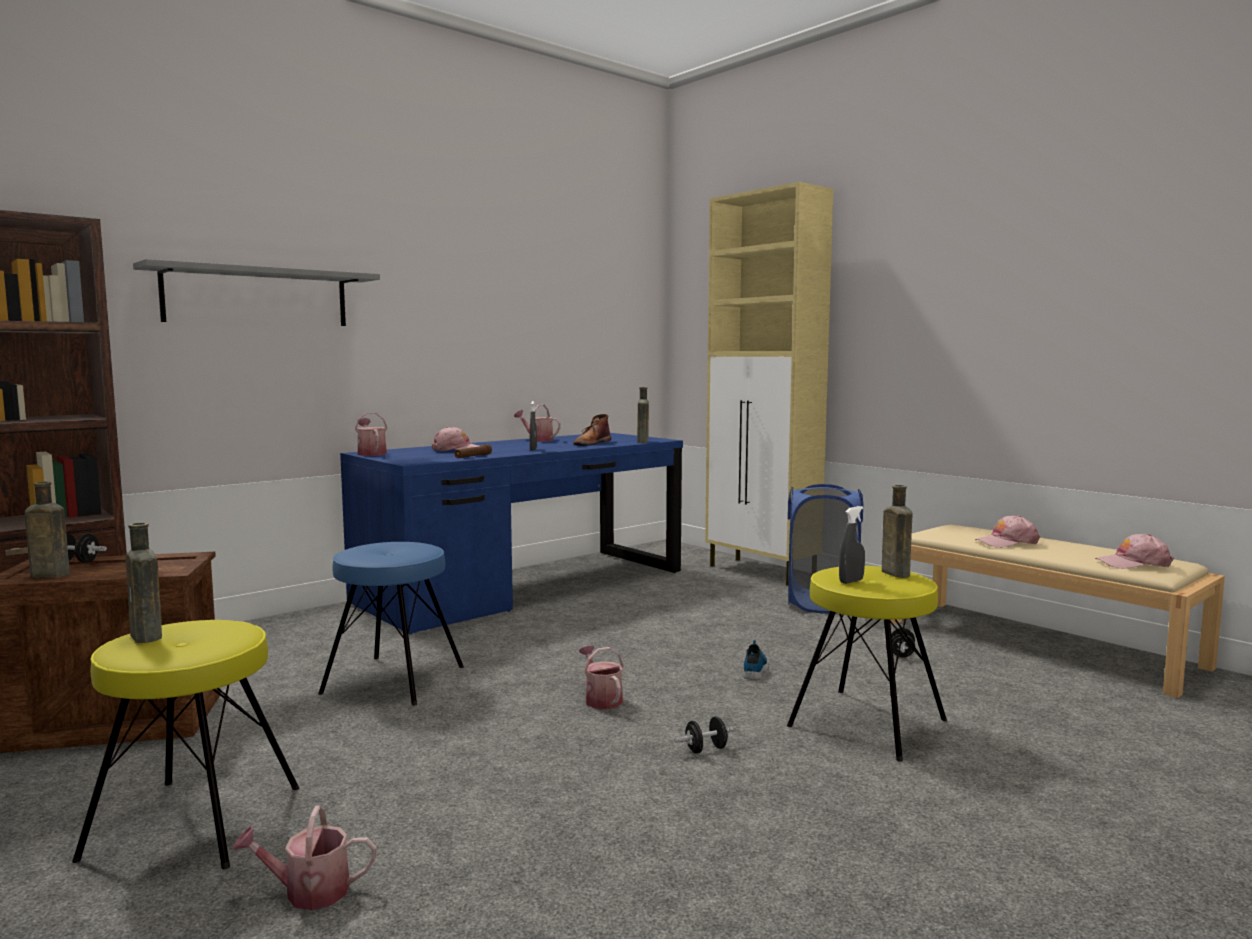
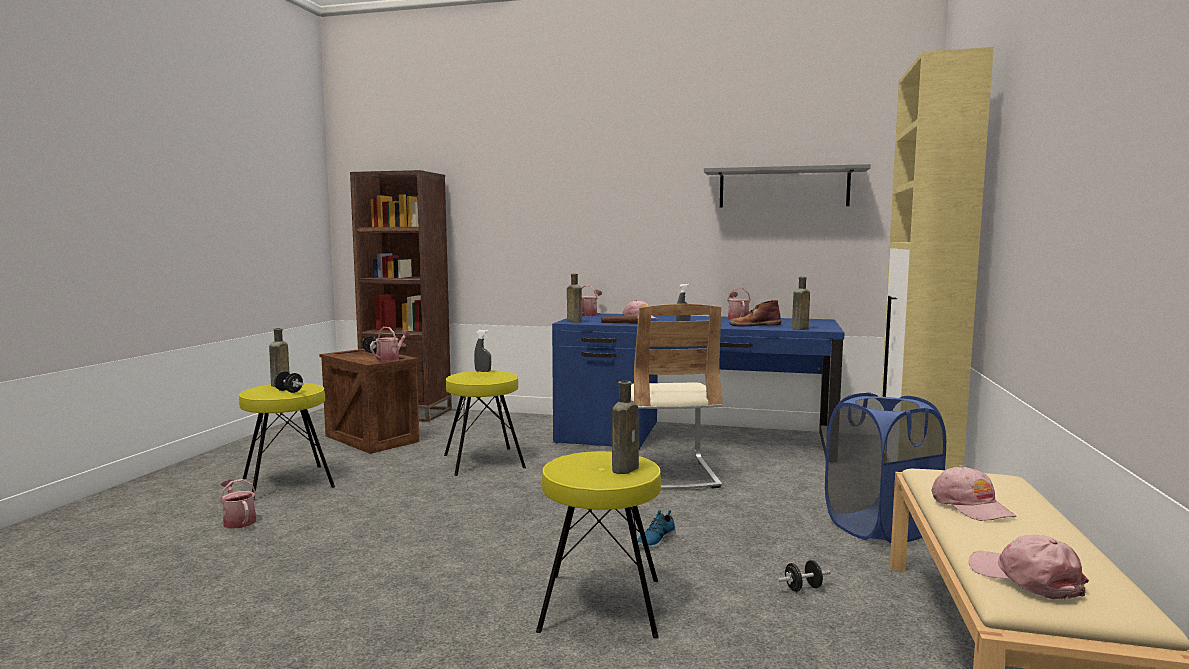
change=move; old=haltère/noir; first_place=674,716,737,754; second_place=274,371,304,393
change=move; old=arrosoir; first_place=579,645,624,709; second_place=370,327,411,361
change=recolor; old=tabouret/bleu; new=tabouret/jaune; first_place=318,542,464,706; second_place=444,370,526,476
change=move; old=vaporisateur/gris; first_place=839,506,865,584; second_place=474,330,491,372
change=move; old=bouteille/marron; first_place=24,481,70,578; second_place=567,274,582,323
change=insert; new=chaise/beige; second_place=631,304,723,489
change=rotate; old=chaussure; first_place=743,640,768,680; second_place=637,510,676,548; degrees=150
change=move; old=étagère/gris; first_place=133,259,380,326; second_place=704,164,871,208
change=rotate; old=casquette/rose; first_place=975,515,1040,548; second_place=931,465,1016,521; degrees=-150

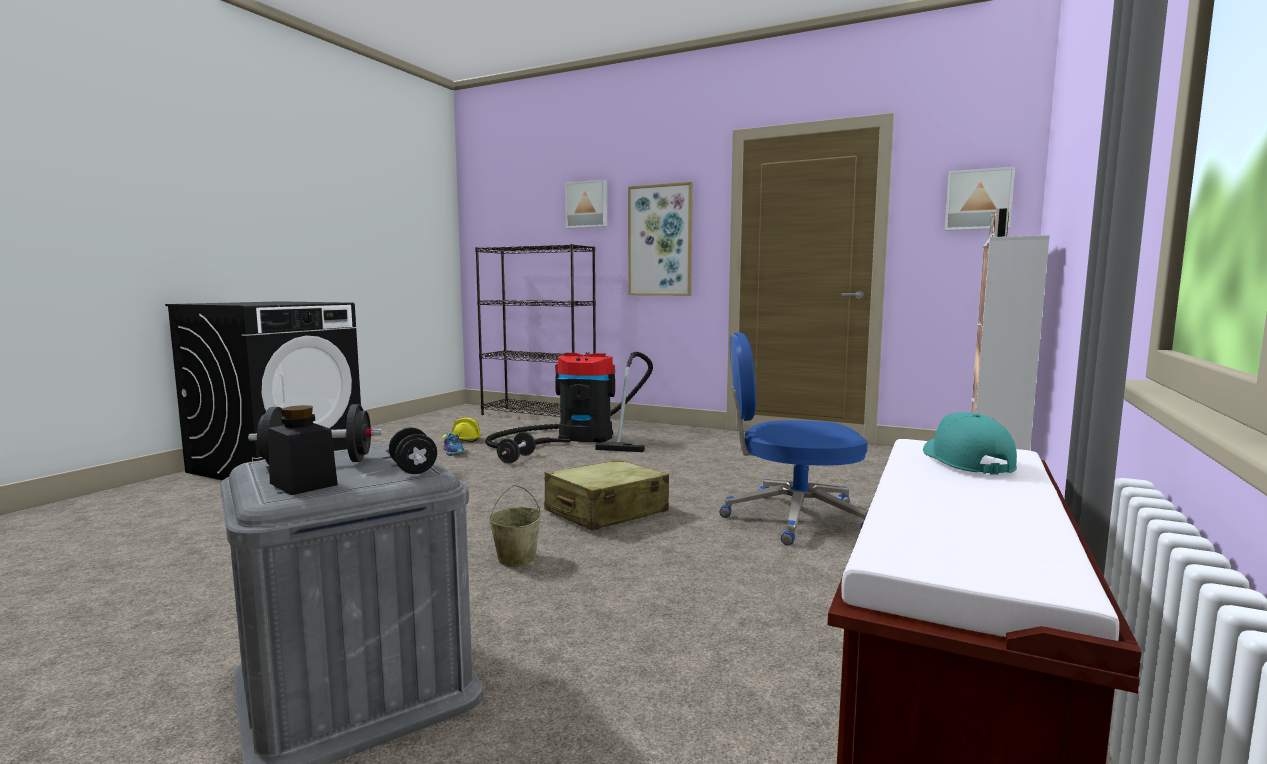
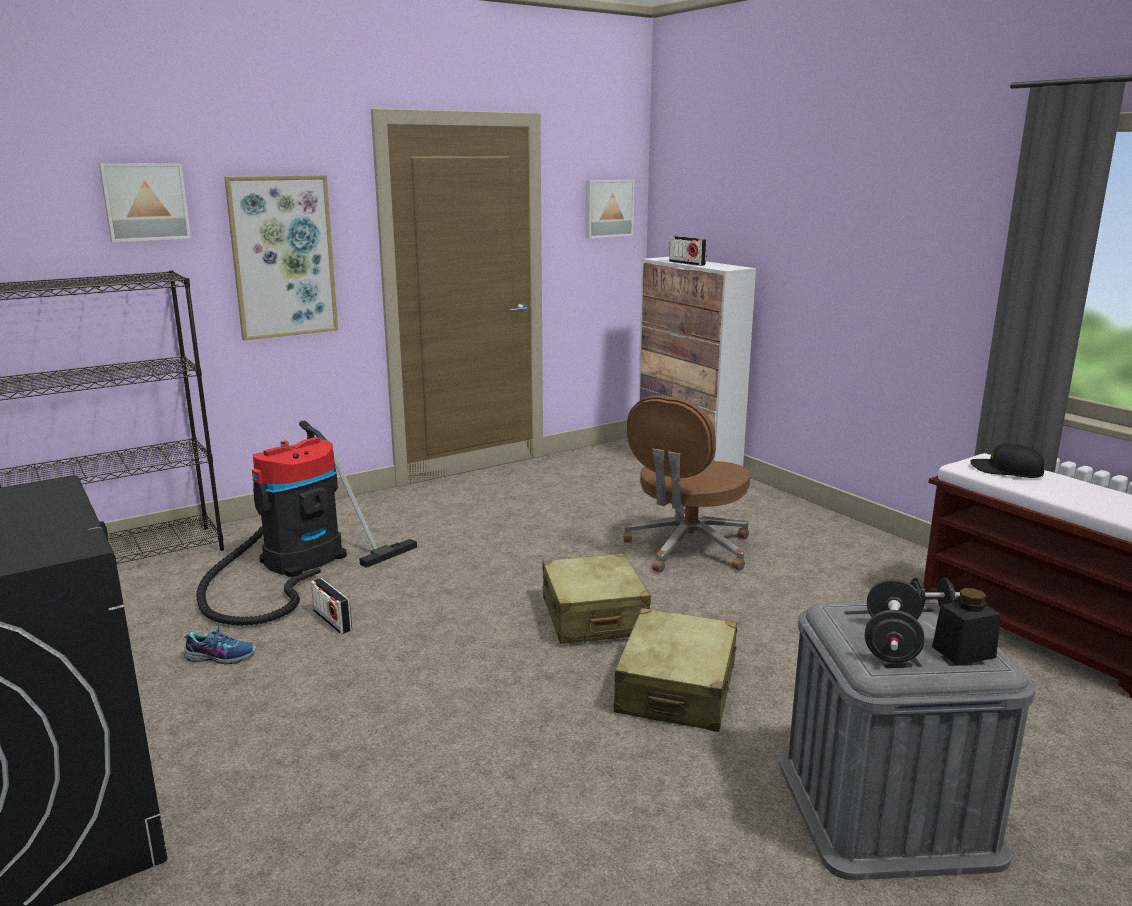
change=replace; old=haltère/noir; new=radio; first_place=497,432,536,464; second_place=311,578,352,634
change=replace; old=seau/beige; new=valise/beige; first_place=489,485,542,567; second_place=614,608,737,732
change=recolor; old=chaise de bureau/bleu; new=chaise de bureau/marron; first_place=719,332,868,545; second_place=624,395,750,573
change=recolor; old=casquette/turquoise; new=casquette/noir; first_place=923,412,1017,475; second_place=970,443,1044,478
change=delete; old=casque de chantier/jaune; first_place=442,418,482,442

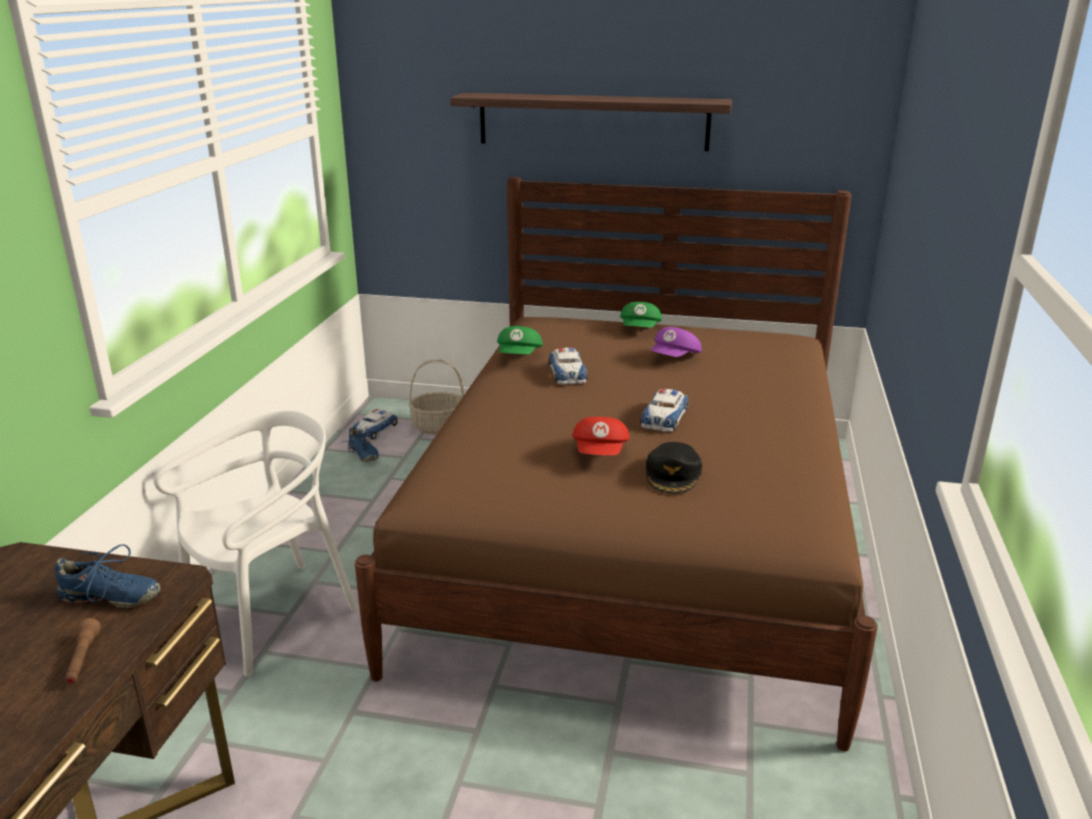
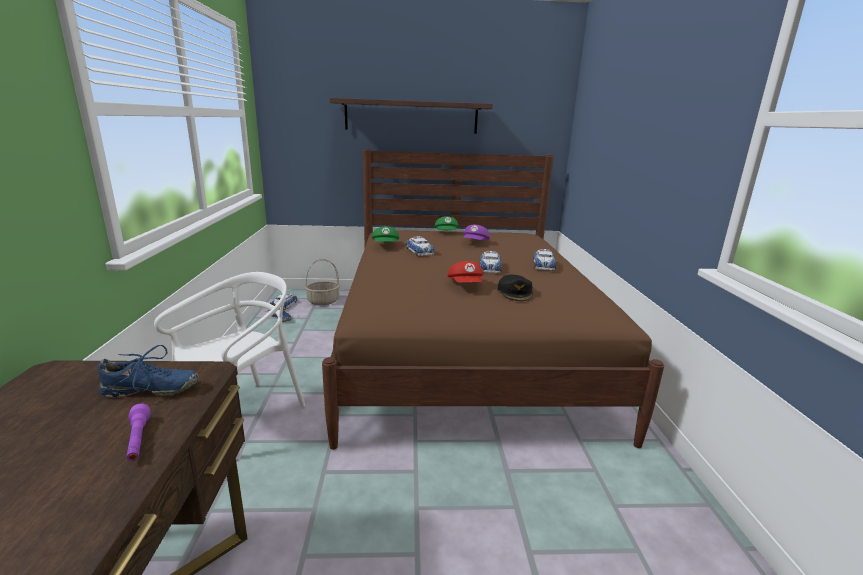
change=recolor; old=lampe de poche/marron; new=lampe de poche/violet; first_place=64,618,101,685; second_place=126,404,150,461
change=insert; new=petite voiture; second_place=533,249,556,271

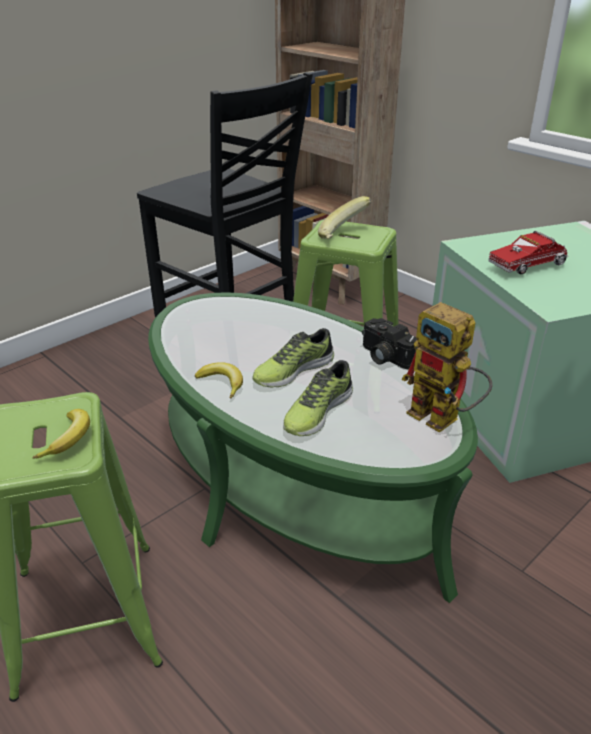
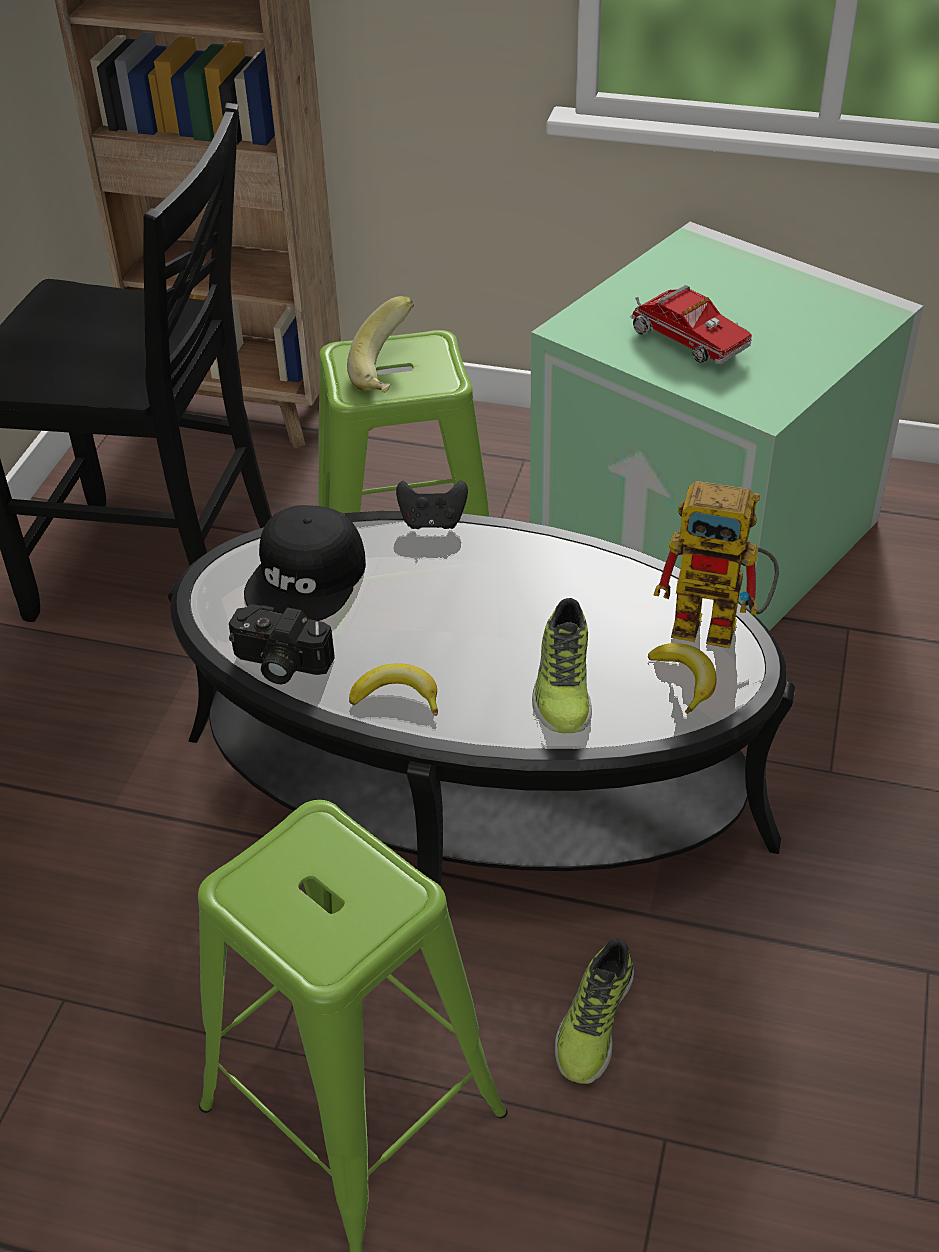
change=recolor; old=table basse/vert; new=table basse/noir; first_place=148,293,478,603; second_place=168,511,795,887
change=move; old=appareil photo; first_place=362,318,417,369; second_place=229,604,335,684
change=insert; new=casquette/noir; second_place=244,505,366,621
change=insert; new=manette/noir; second_place=396,480,468,529
change=move; old=chaussure; first_place=253,328,334,388; second_place=555,939,634,1084
change=rotate; old=camion jouet; first_place=488,231,568,275; second_place=630,285,752,364; degrees=-75
change=move; old=banane; first_place=33,409,90,459; second_place=648,643,717,714

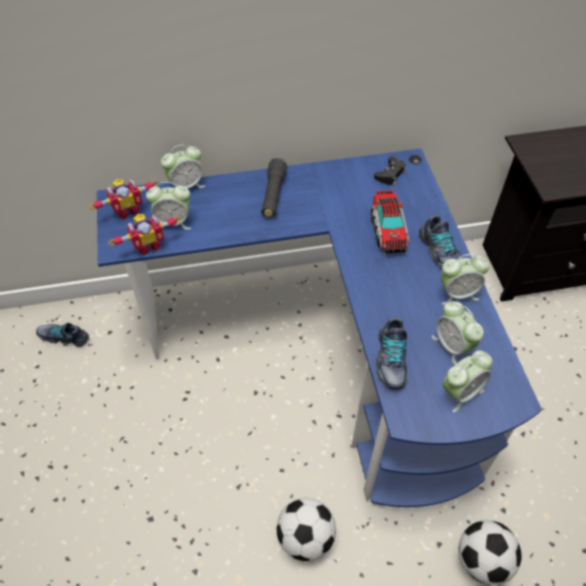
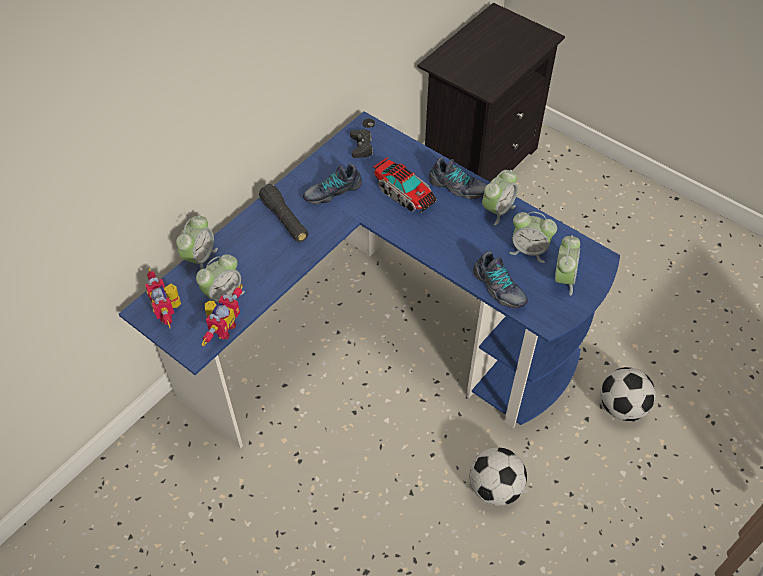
change=rotate; old=robot jouet; first_place=89,179,158,219; second_place=145,268,181,328; degrees=135
change=move; old=chaussure; first_place=36,323,89,347; second_place=303,163,362,205

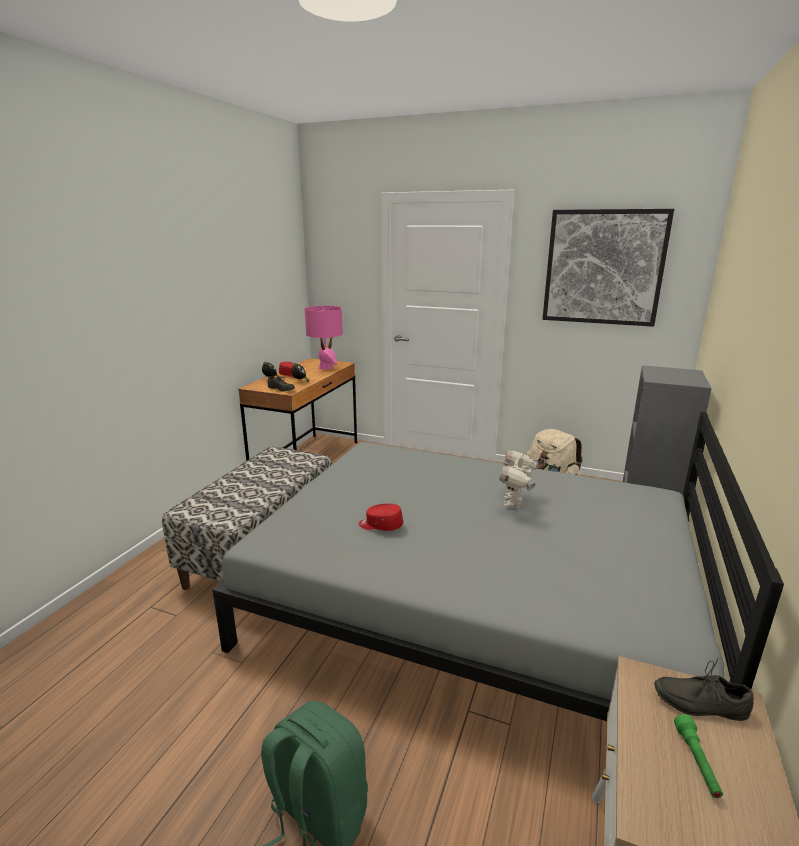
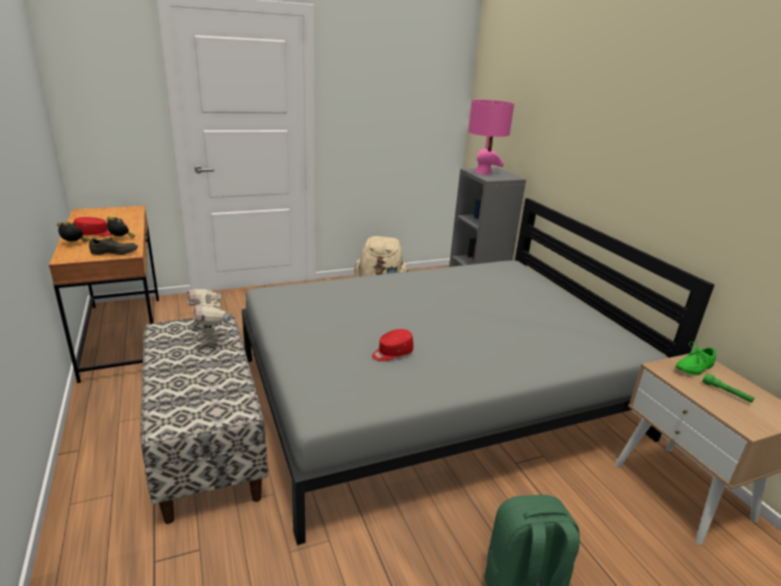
change=move; old=robot jouet; first_place=499,451,538,508; second_place=187,289,231,345
change=move; old=lampe de table/rose; first_place=305,306,343,370; second_place=468,100,514,174
change=recolor; old=chaussure/gris; new=chaussure/vert; first_place=654,658,754,721; second_place=675,338,716,376
change=delete; old=tableau; first_place=542,209,674,327

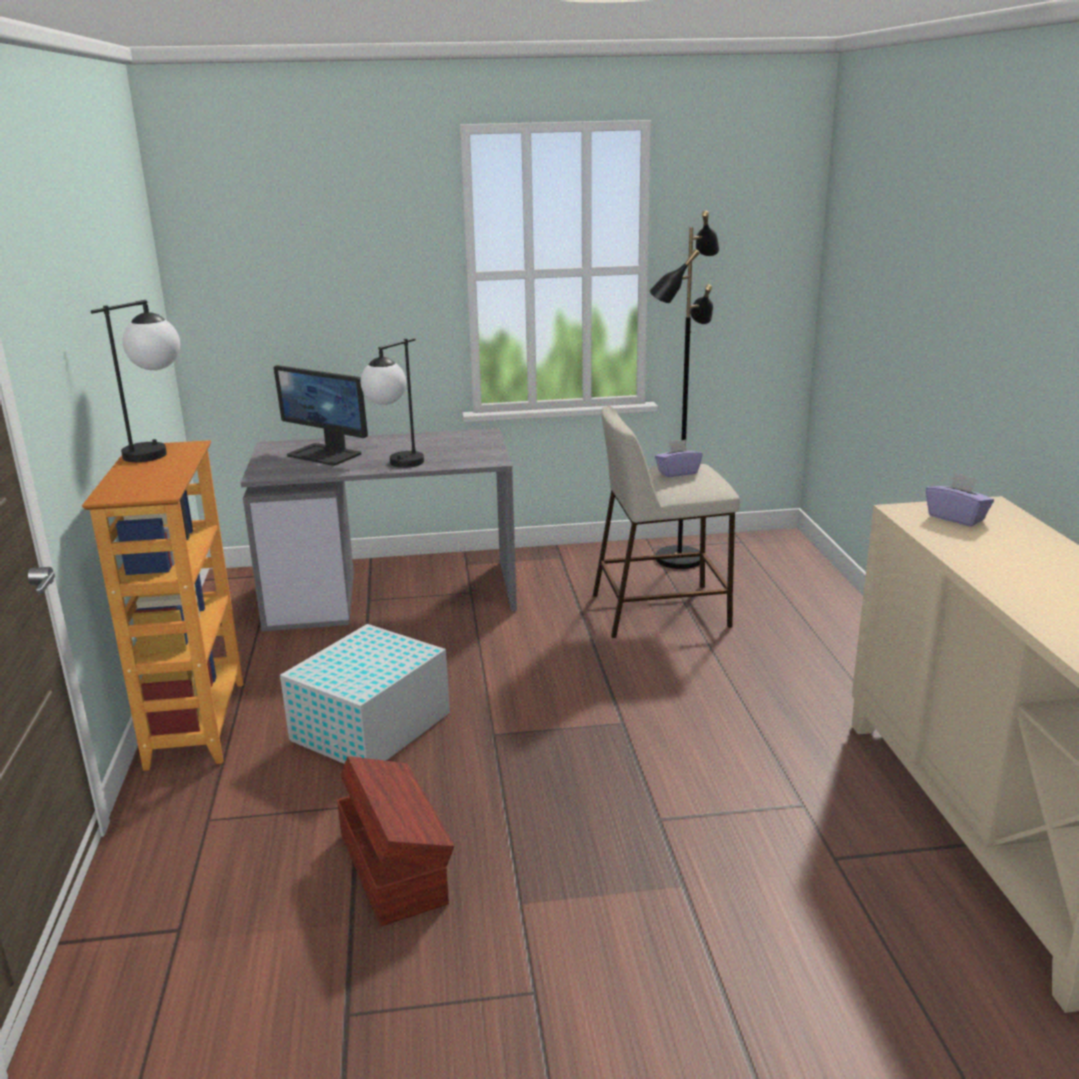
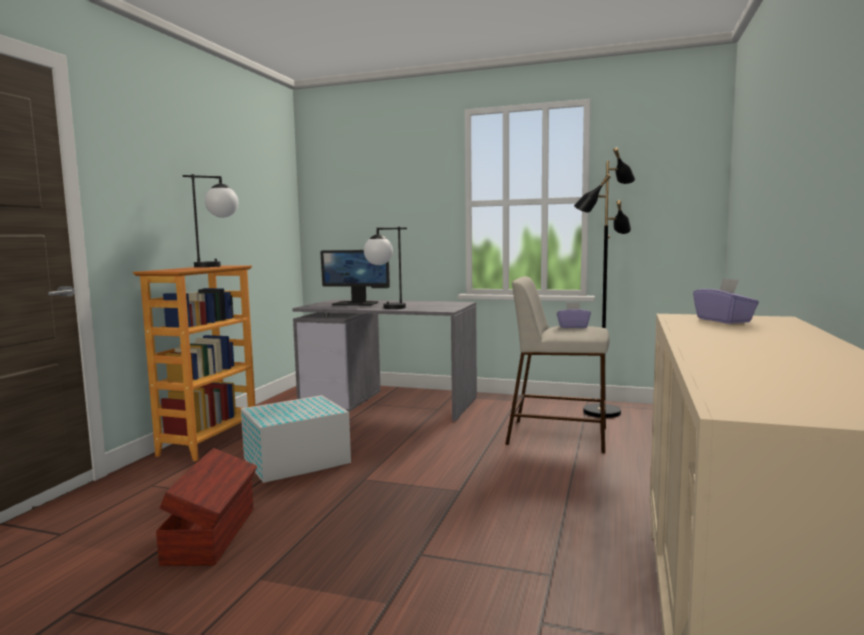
change=rotate; old=écran d'ordinateur; first_place=274,365,368,466; second_place=320,250,390,306; degrees=-45

